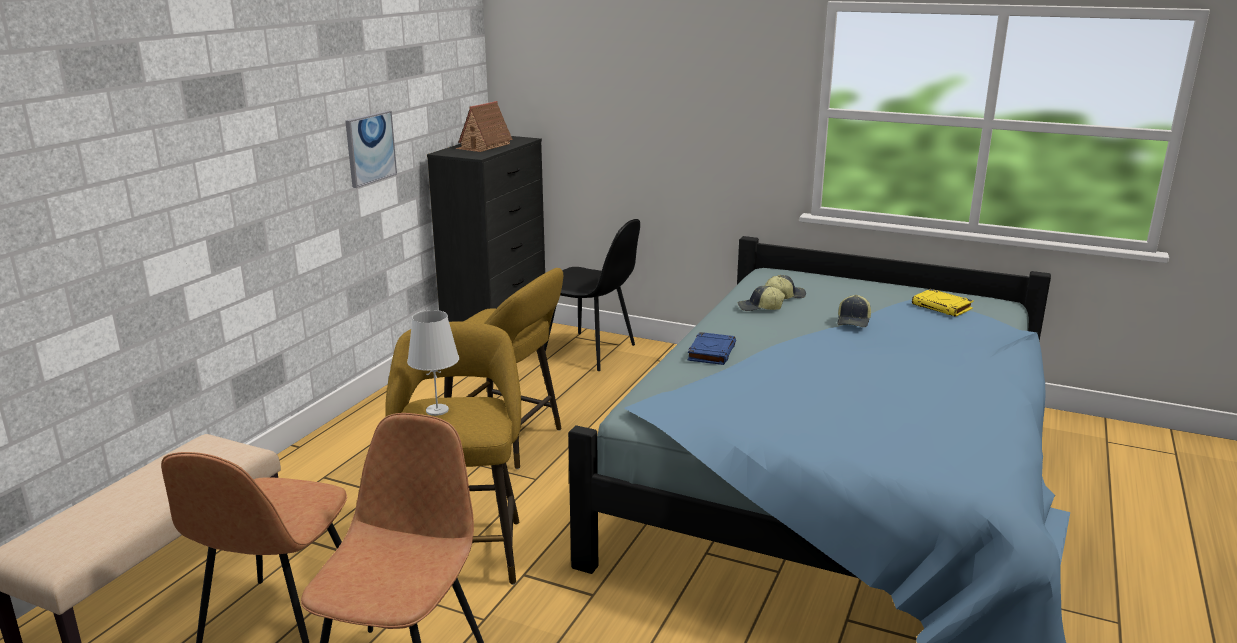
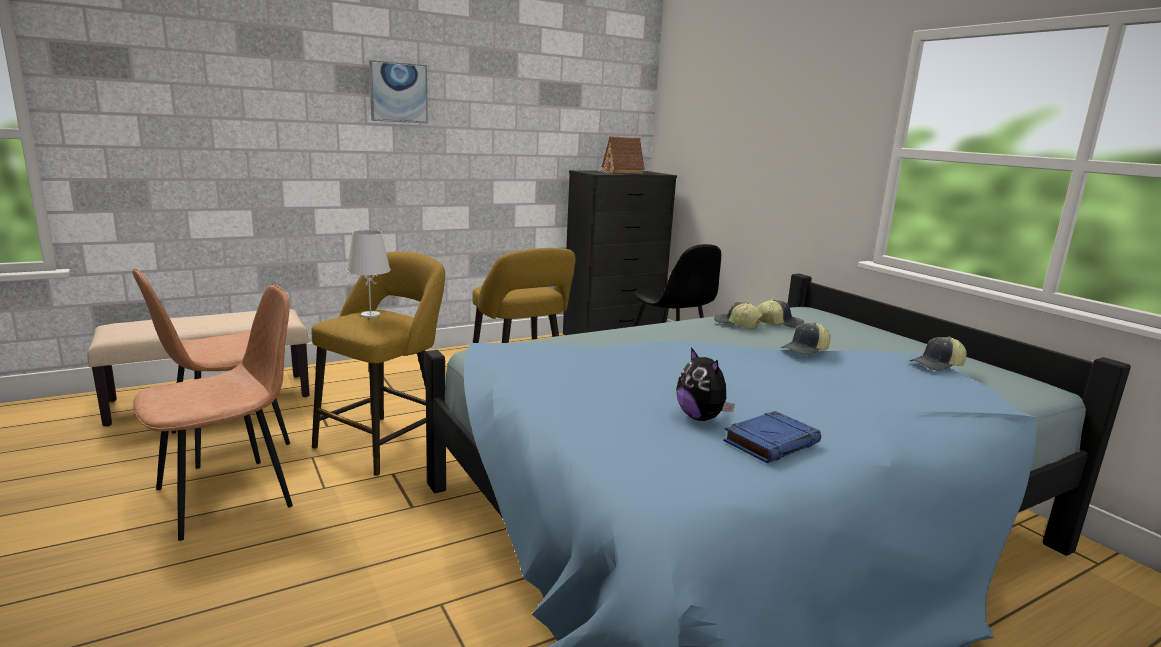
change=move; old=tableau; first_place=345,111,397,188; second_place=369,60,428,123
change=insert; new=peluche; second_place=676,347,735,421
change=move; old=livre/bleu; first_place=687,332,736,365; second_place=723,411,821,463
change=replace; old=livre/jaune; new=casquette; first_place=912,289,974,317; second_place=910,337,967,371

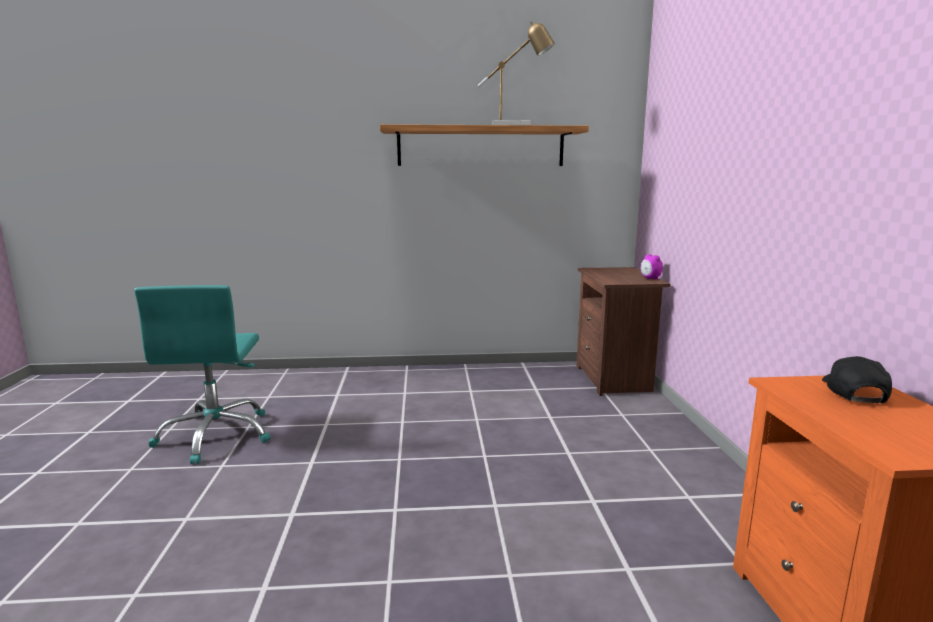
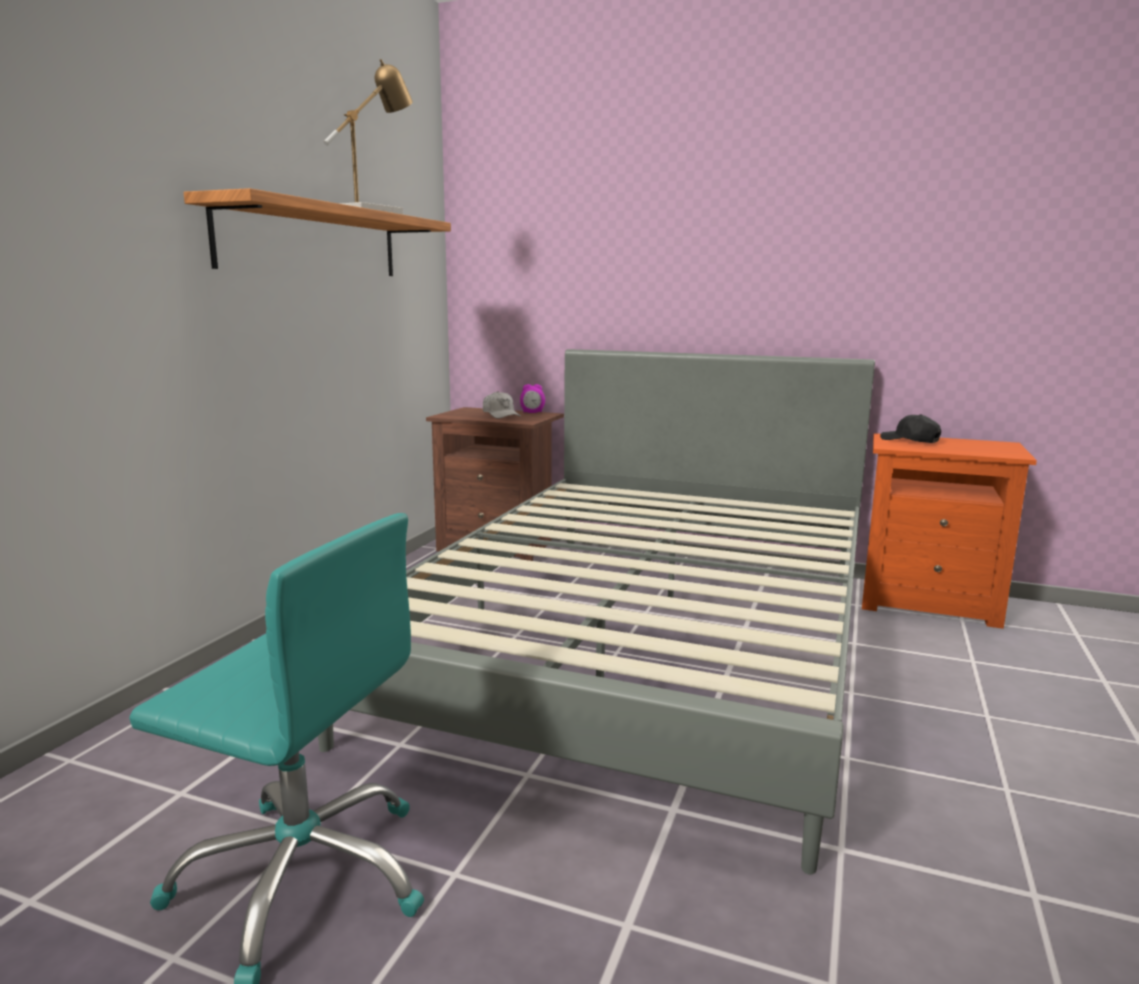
change=insert; new=lit/gris; second_place=318,349,875,875
change=insert; new=casquette/blanc; second_place=483,391,521,419

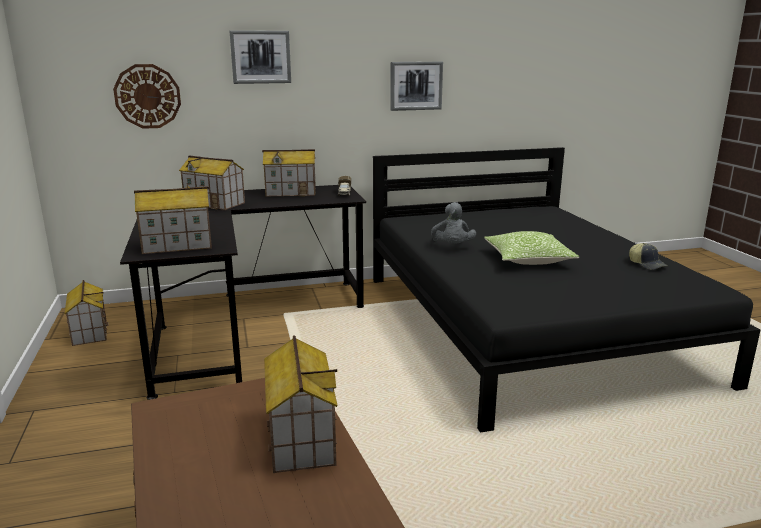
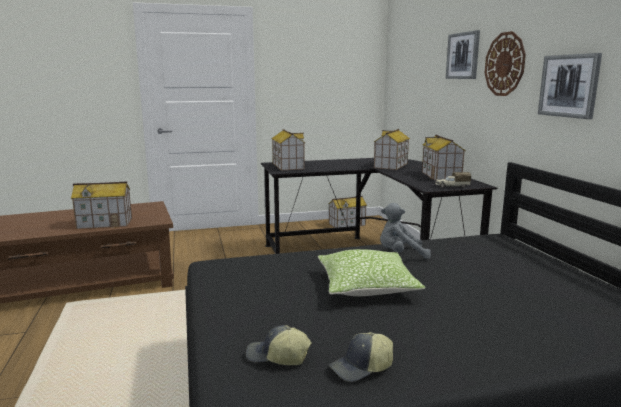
change=insert; new=casquette; second_place=246,325,312,365
change=move; old=horloge murale; first_place=113,64,181,129; second_place=485,31,526,96

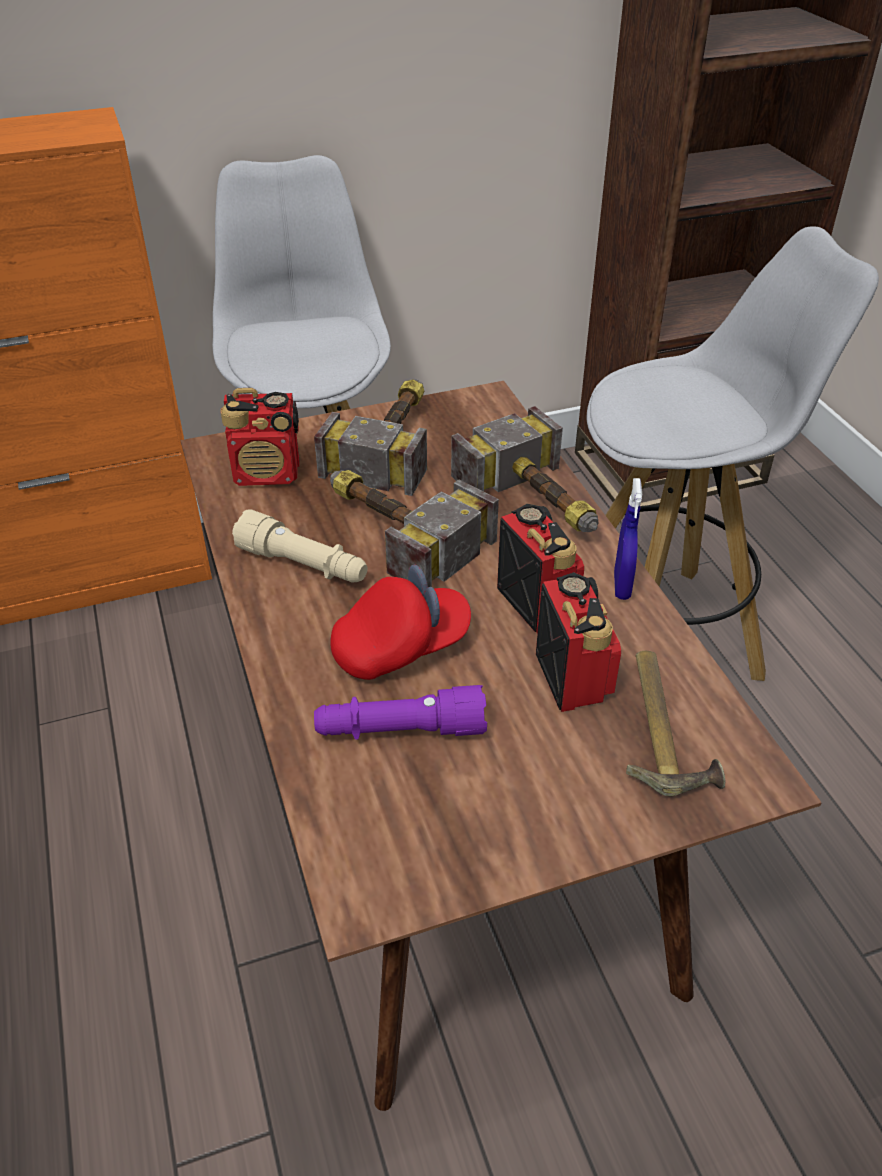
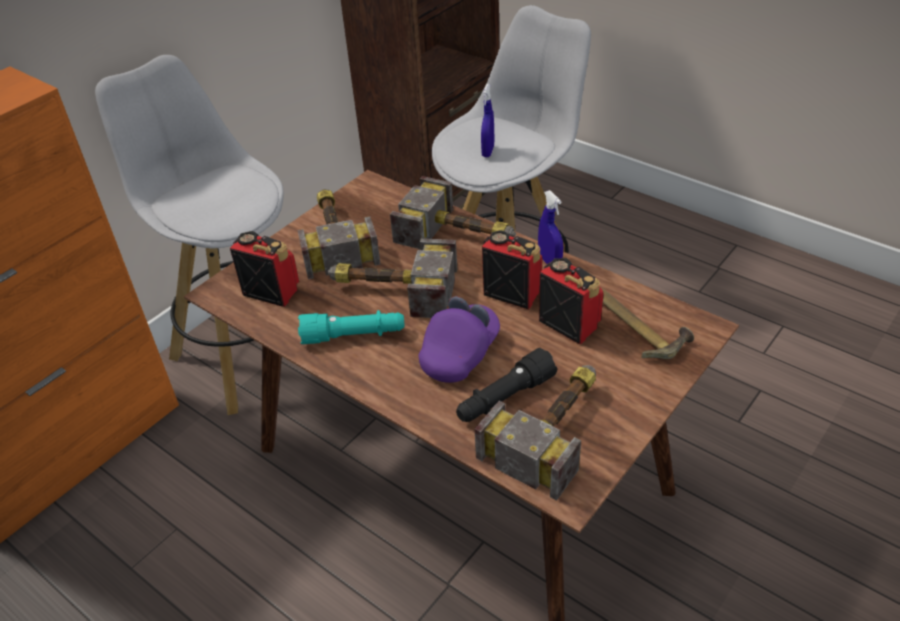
change=rotate; old=radio; first_place=220,388,299,486; second_place=230,231,299,307; degrees=-120
change=recolor; old=lampe de poche/beige; new=lampe de poche/turquoise; first_place=232,509,368,583; second_place=298,310,405,344
change=recolor; old=casquette/rouge; new=casquette/violet; first_place=330,565,471,680; second_place=419,296,500,383
change=recolor; old=lampe de poche/violet; new=lampe de poche/noir; first_place=314,685,487,740; second_place=456,348,557,422
change=insert; new=marteau; second_place=475,365,596,500
change=insert; new=vaporisateur/bleu; second_place=481,84,494,157

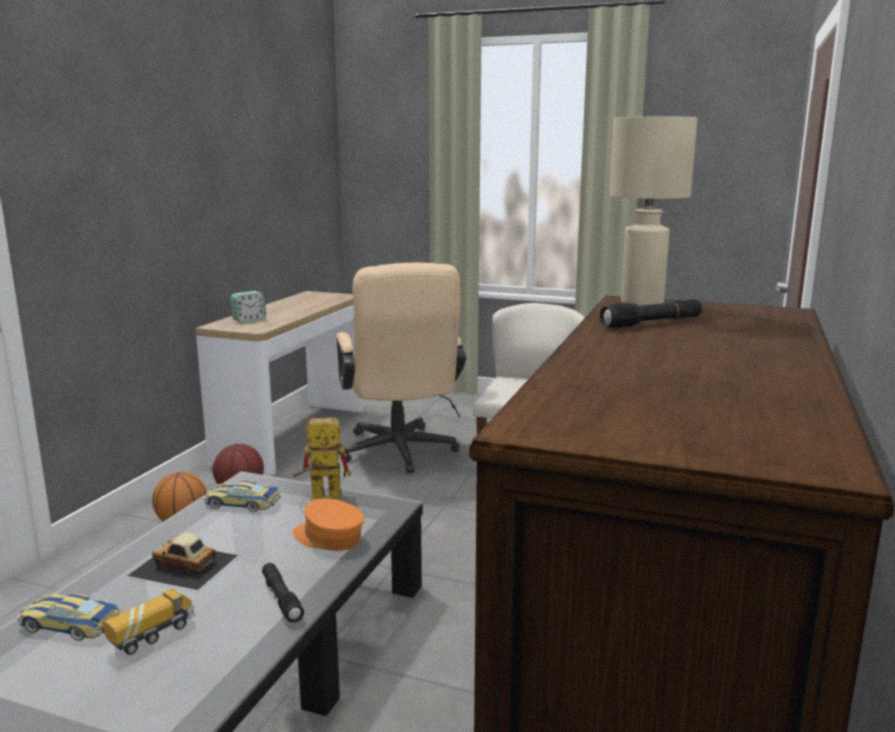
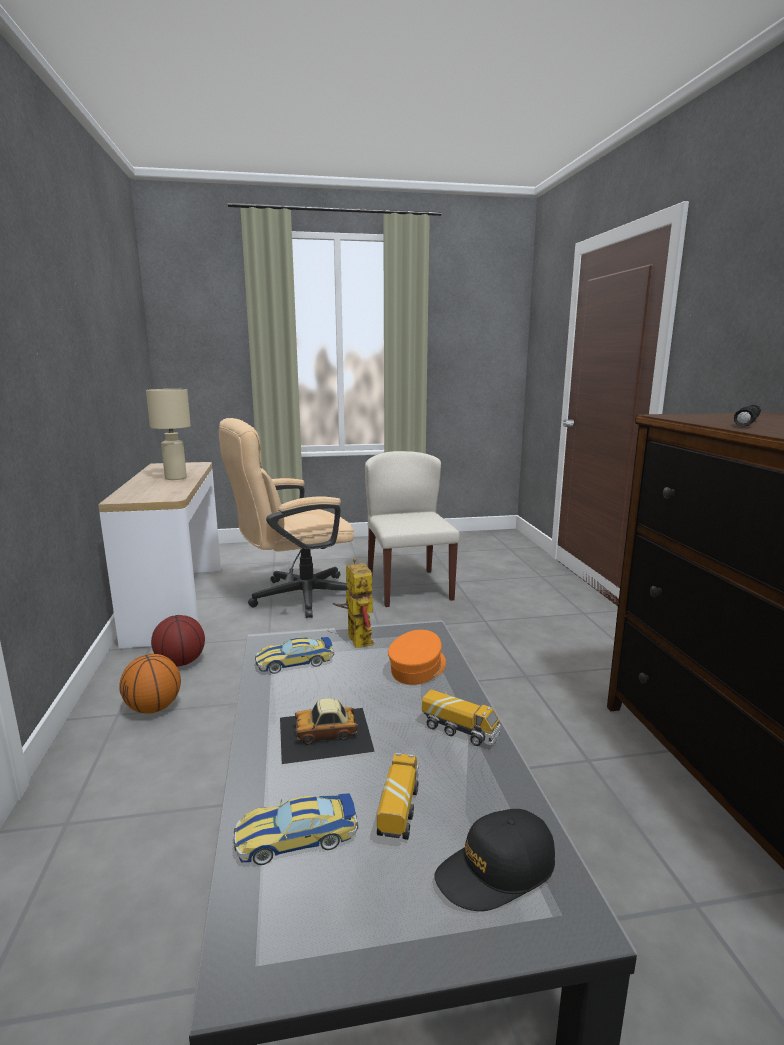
change=move; old=lampe de table/beige; first_place=609,116,697,306; second_place=146,389,191,480
change=rotate; old=chaise de bureau/beige; first_place=336,263,466,474; second_place=219,418,354,618; degrees=105
change=rotate; old=robot jouet; first_place=293,417,351,499; second_place=333,558,375,648; degrees=105
change=rotate; old=casquette/orange; first_place=293,498,364,551; second_place=388,630,446,685; degrees=120
change=replace; old=lampe de poche/noir; new=camion jouet; first_place=262,563,304,623; second_place=422,689,501,746
change=insert; new=casquette/noir; second_place=434,809,555,911
change=delete; old=réveil; first_place=231,291,266,323

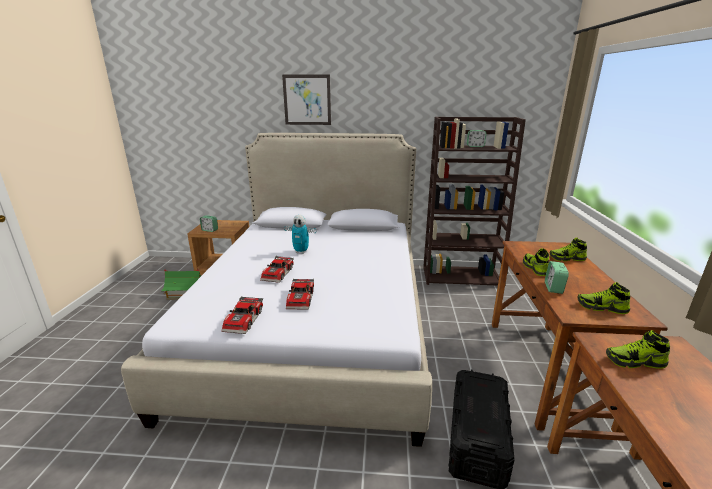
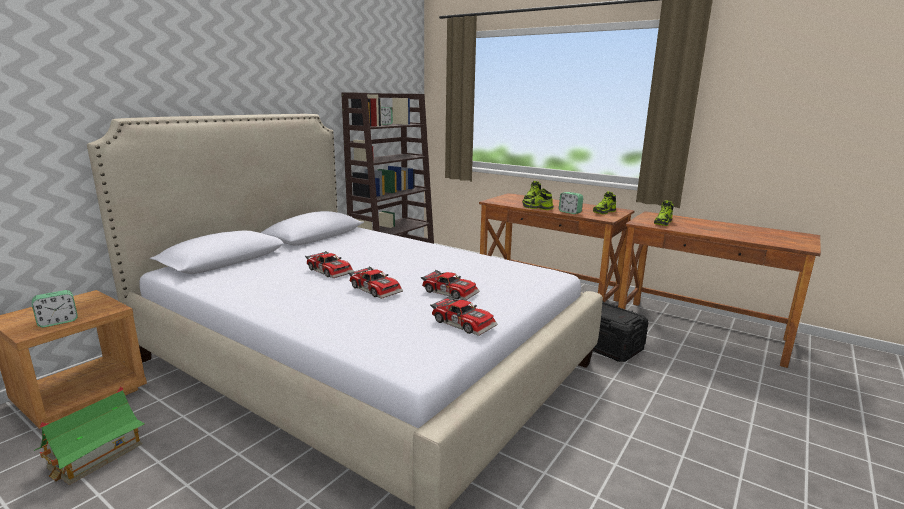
change=replace; old=robot jouet; new=petite voiture; first_place=284,215,316,254; second_place=305,251,354,278
change=delete; old=tableau; first_place=282,75,331,125

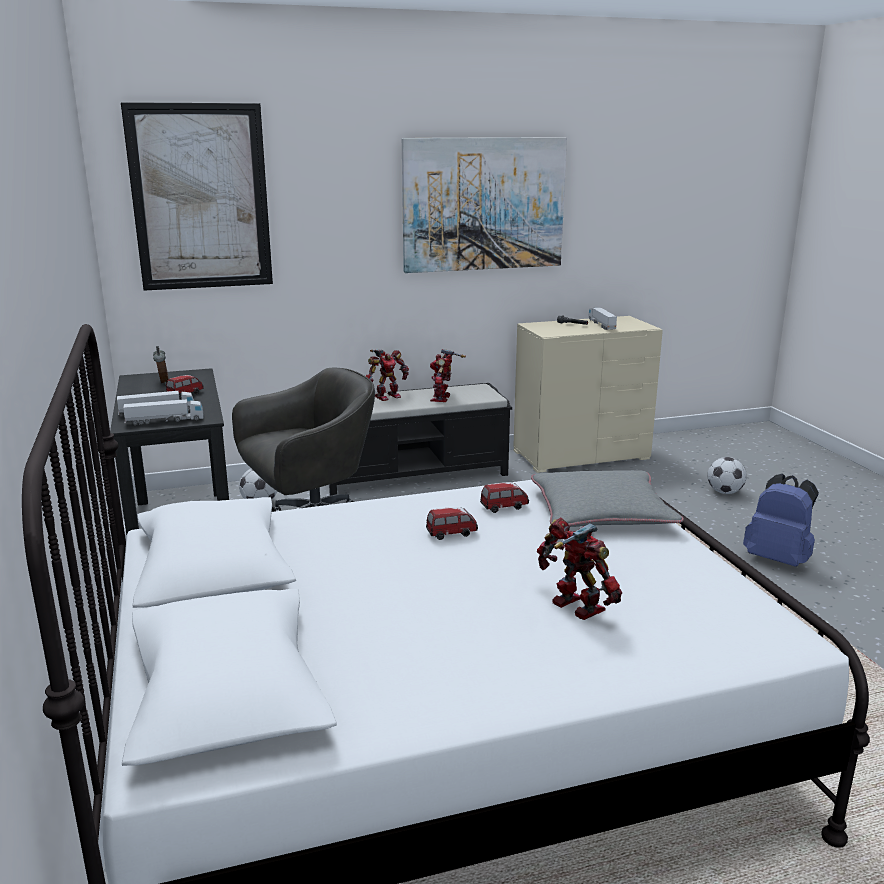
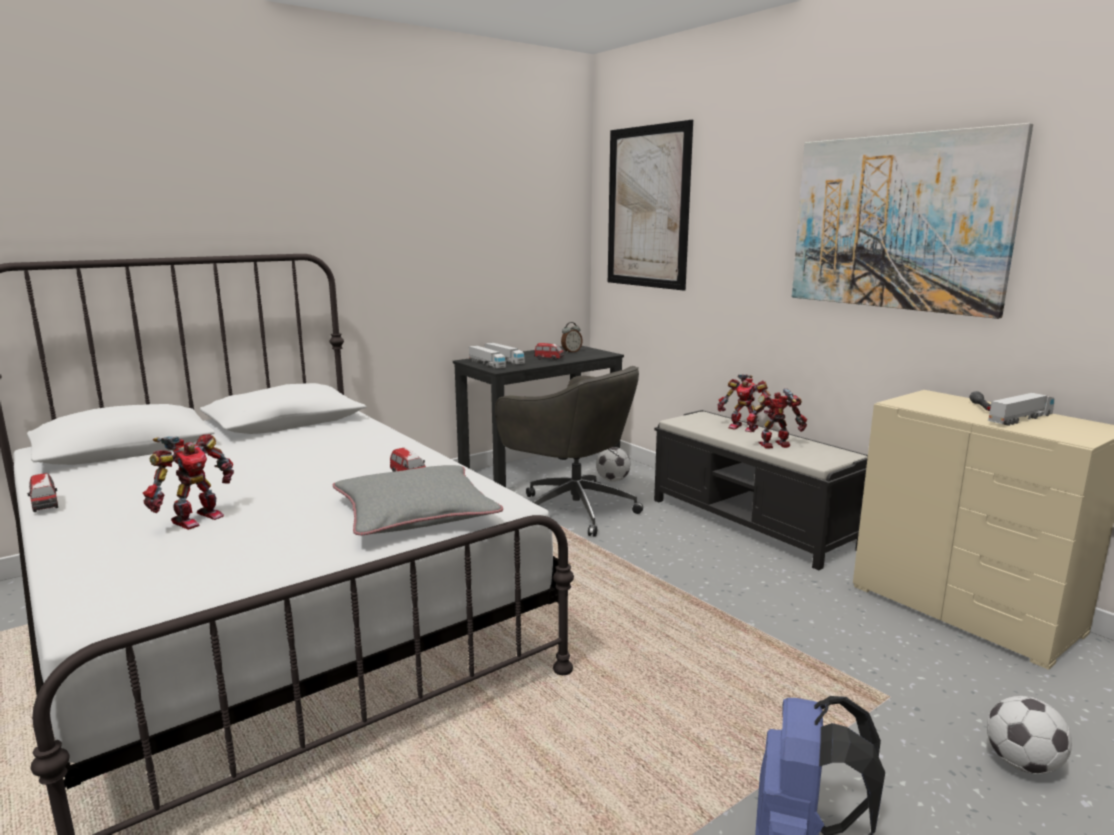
change=move; old=petite voiture; first_place=426,507,478,540; second_place=27,473,58,512

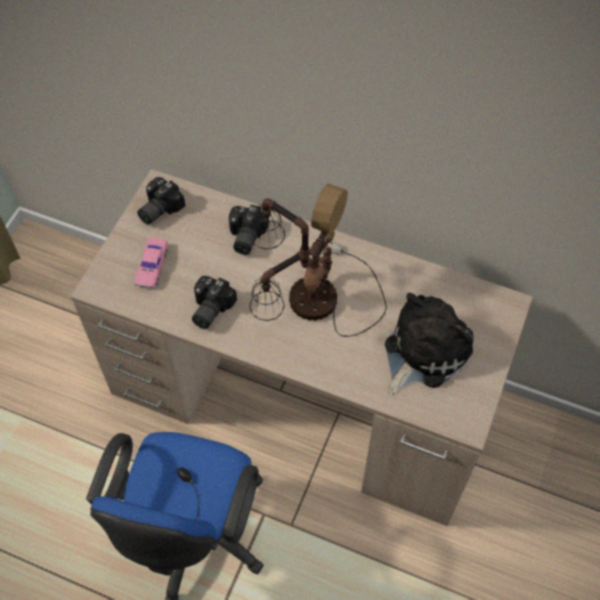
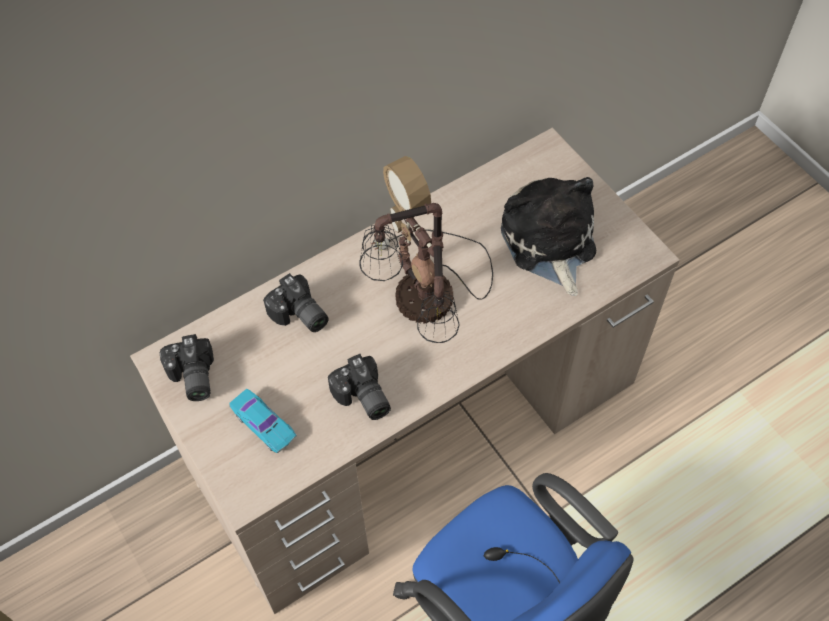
change=recolor; old=petite voiture/rose; new=petite voiture/turquoise; first_place=134,237,168,288; second_place=229,389,297,453

